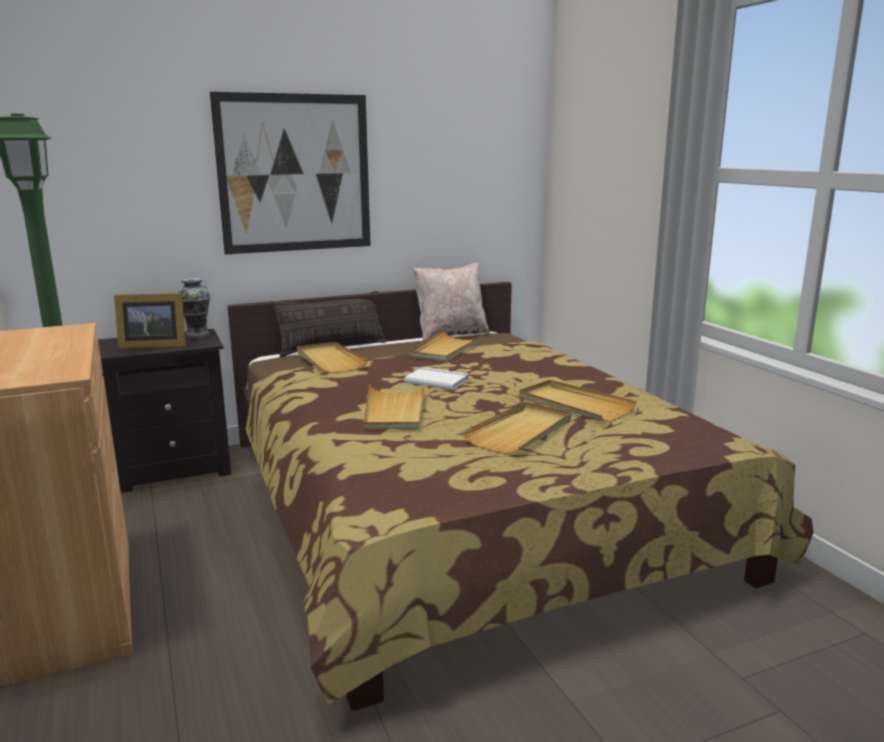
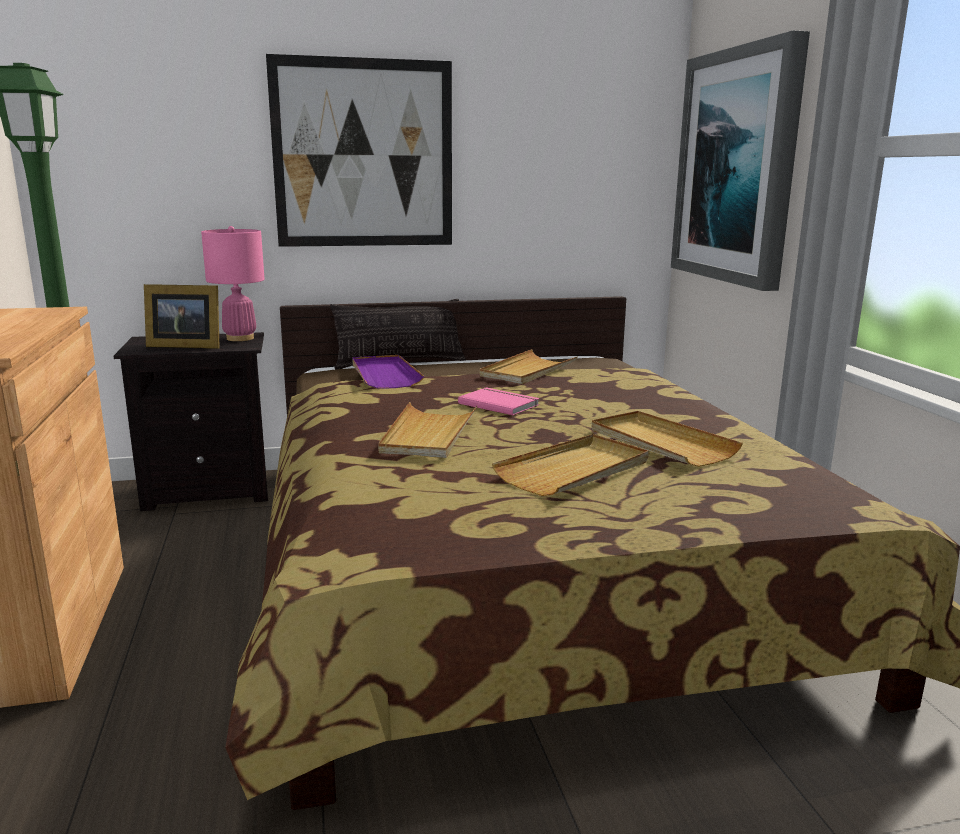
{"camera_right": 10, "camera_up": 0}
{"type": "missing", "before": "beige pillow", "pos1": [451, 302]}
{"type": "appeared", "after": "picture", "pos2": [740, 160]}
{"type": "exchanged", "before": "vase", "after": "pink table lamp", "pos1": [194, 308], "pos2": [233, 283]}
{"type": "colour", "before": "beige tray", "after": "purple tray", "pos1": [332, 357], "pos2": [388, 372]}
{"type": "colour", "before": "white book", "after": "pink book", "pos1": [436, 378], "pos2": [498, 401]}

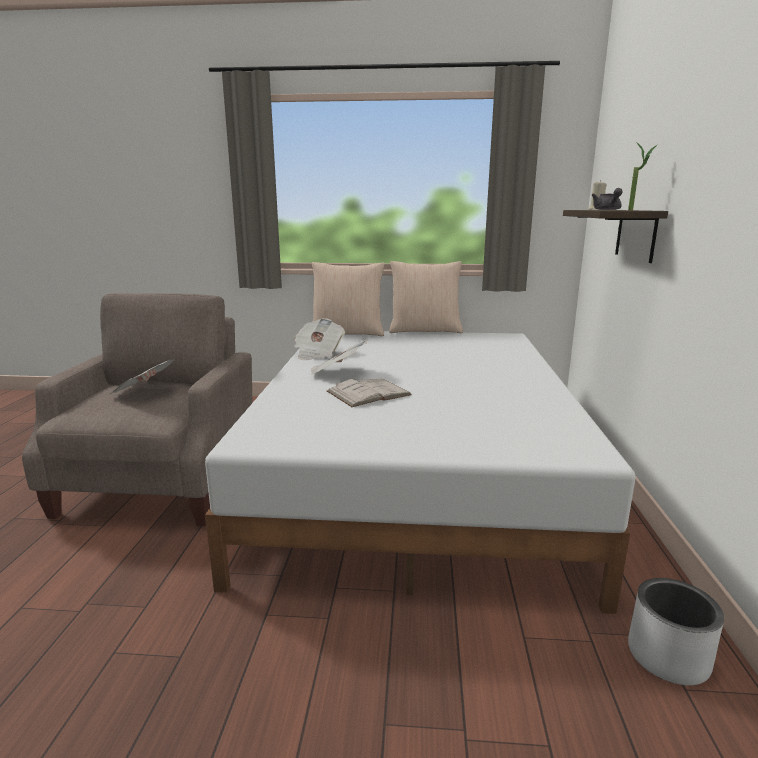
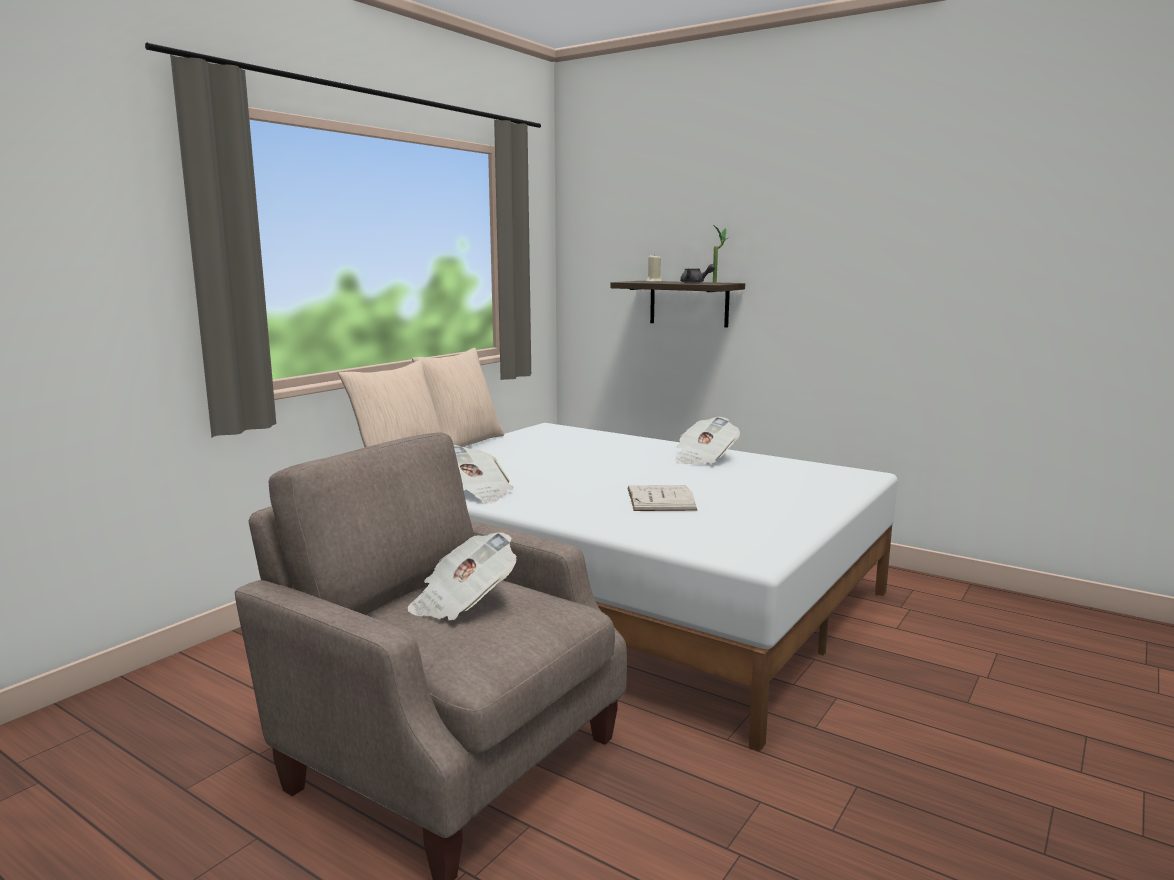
{"camera_right": -60, "camera_up": -5}
{"type": "missing", "before": "grey planter", "pos1": [676, 631]}
{"type": "relocated", "before": "newspaper", "pos1": [339, 357], "pos2": [708, 440]}

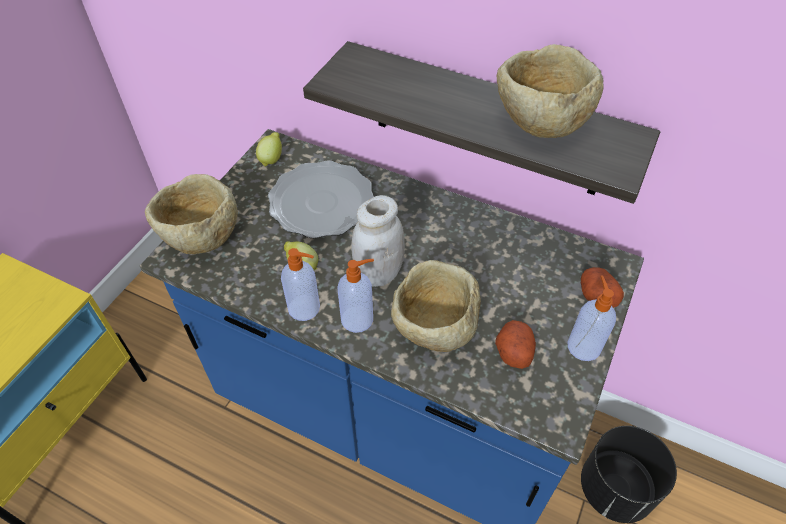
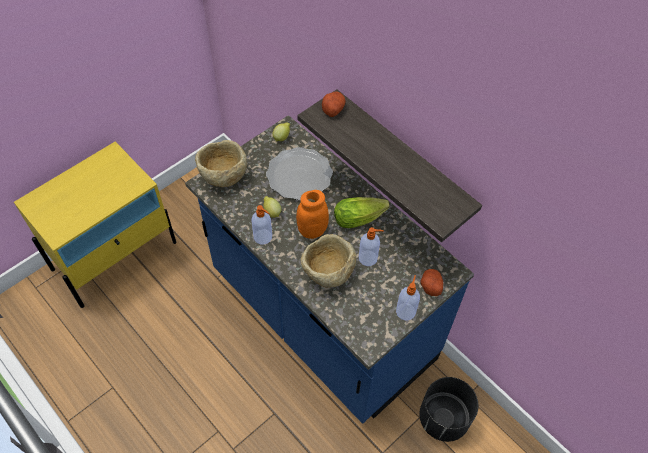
{"camera_right": 20, "camera_up": 5}
{"type": "missing", "before": "beige bowl", "pos1": [550, 91]}
{"type": "appeared", "after": "lettuce", "pos2": [361, 212]}
{"type": "relocated", "before": "soap dispenser", "pos1": [356, 296], "pos2": [371, 246]}
{"type": "relocated", "before": "potato", "pos1": [515, 344], "pos2": [334, 104]}
{"type": "colour", "before": "white jar", "after": "orange jar", "pos1": [378, 241], "pos2": [312, 214]}

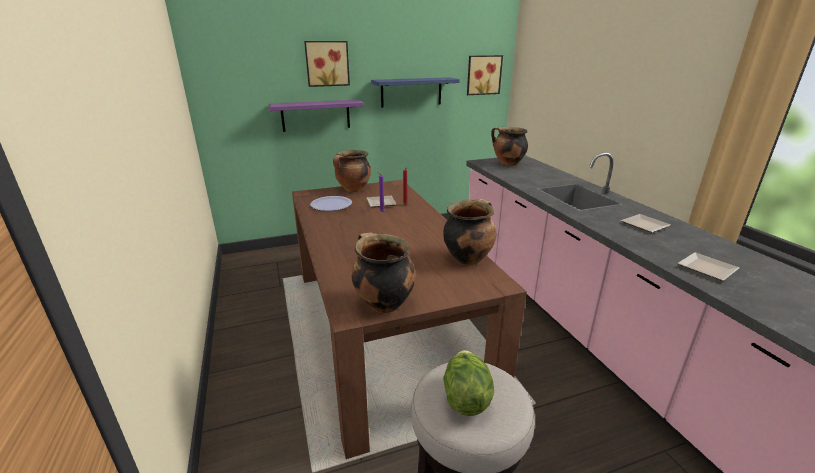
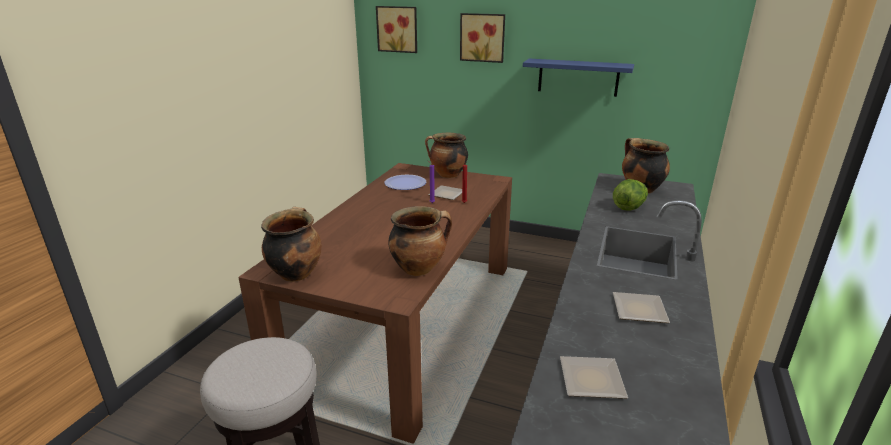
{"camera_right": 40, "camera_up": 0}
{"type": "missing", "before": "purple shelf", "pos1": [316, 116]}
{"type": "relocated", "before": "lettuce", "pos1": [468, 383], "pos2": [630, 195]}
{"type": "relocated", "before": "picture", "pos1": [485, 75], "pos2": [396, 29]}

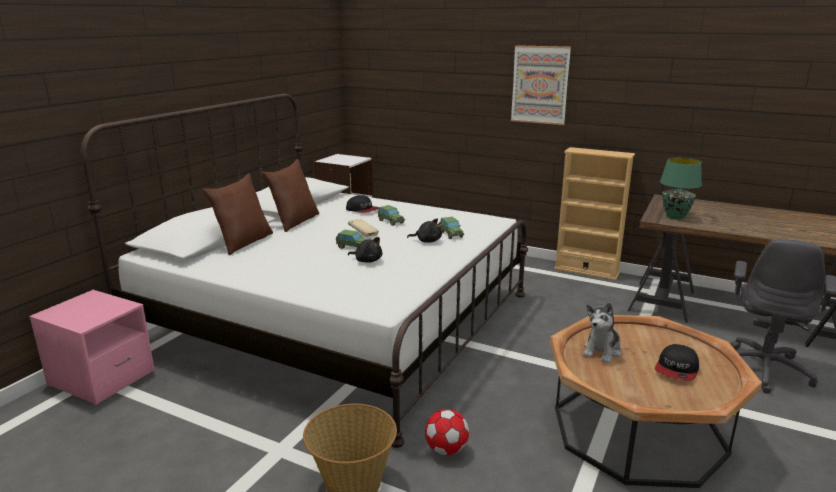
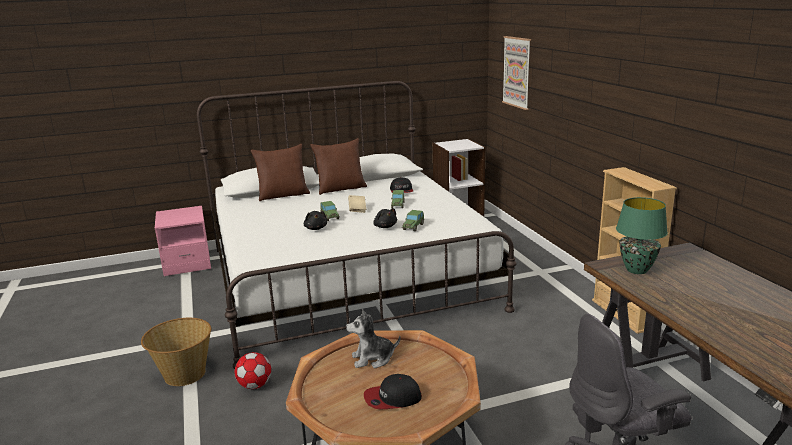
{"camera_right": 45, "camera_up": 0}
{"type": "relocated", "before": "picture", "pos1": [541, 85], "pos2": [516, 73]}

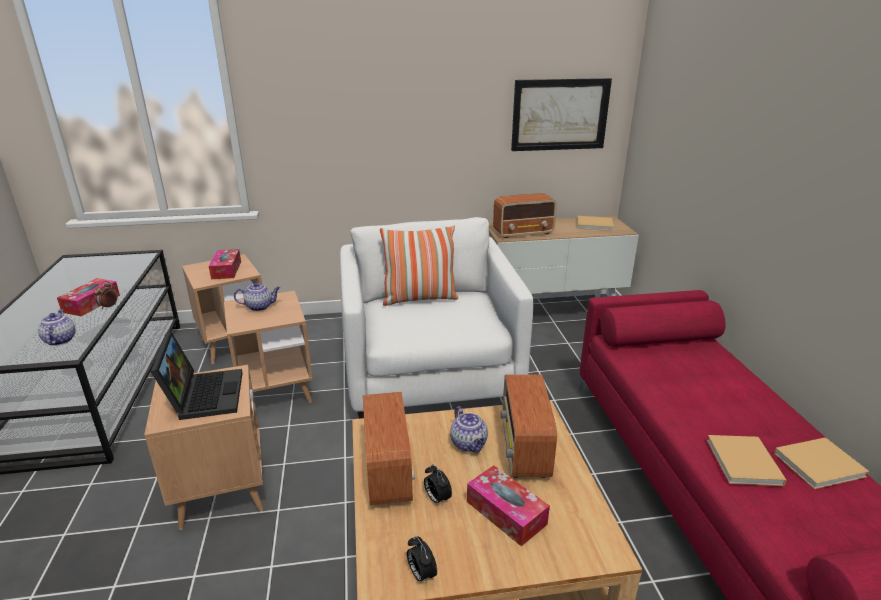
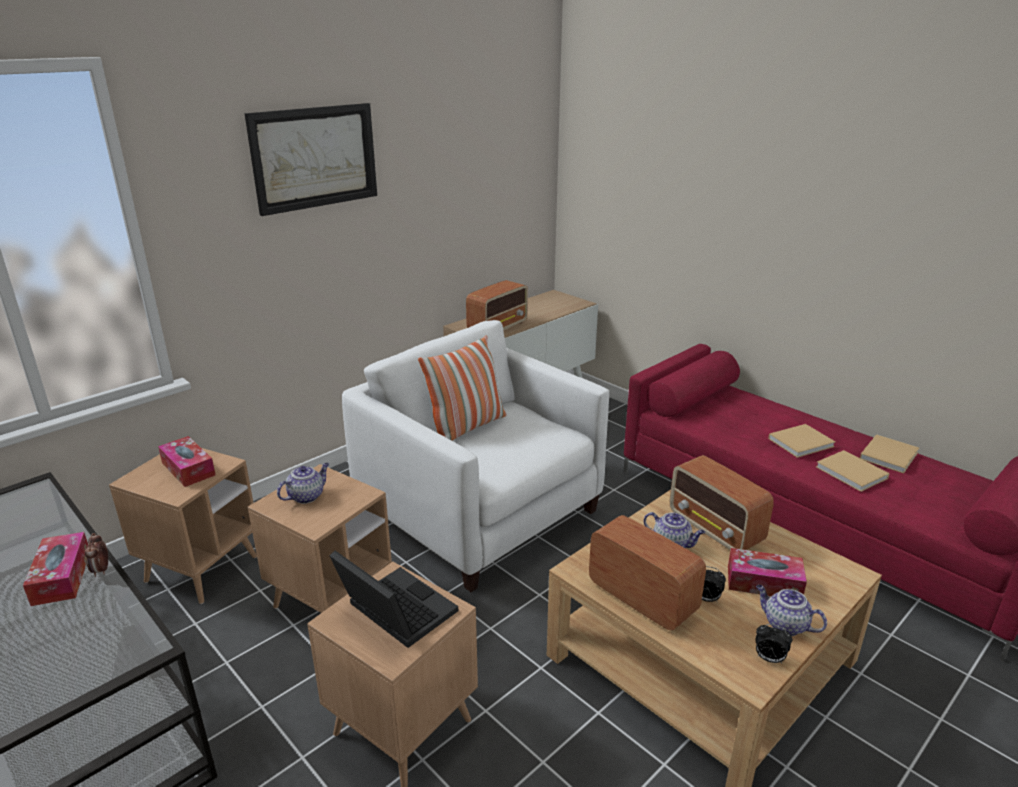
{"camera_right": -35, "camera_up": 0}
{"type": "relocated", "before": "teapot", "pos1": [57, 327], "pos2": [791, 610]}
{"type": "relocated", "before": "picture", "pos1": [561, 114], "pos2": [311, 159]}
{"type": "relocated", "before": "beige book", "pos1": [595, 223], "pos2": [801, 441]}

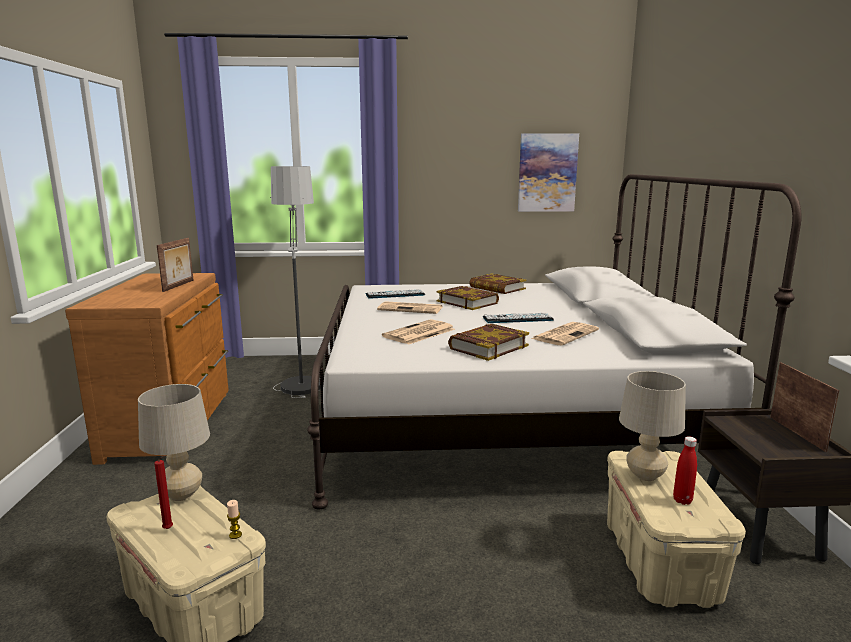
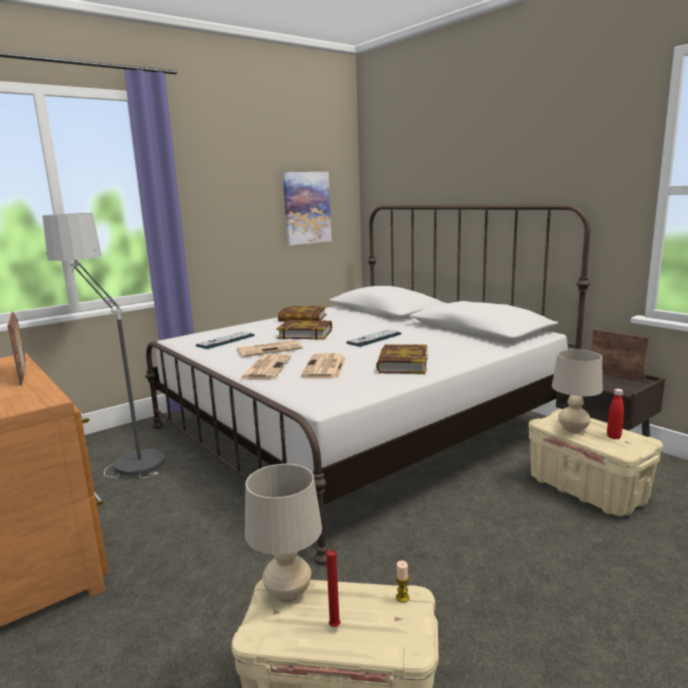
{"camera_right": -35, "camera_up": 0}
{"type": "relocated", "before": "newspaper", "pos1": [565, 333], "pos2": [265, 367]}

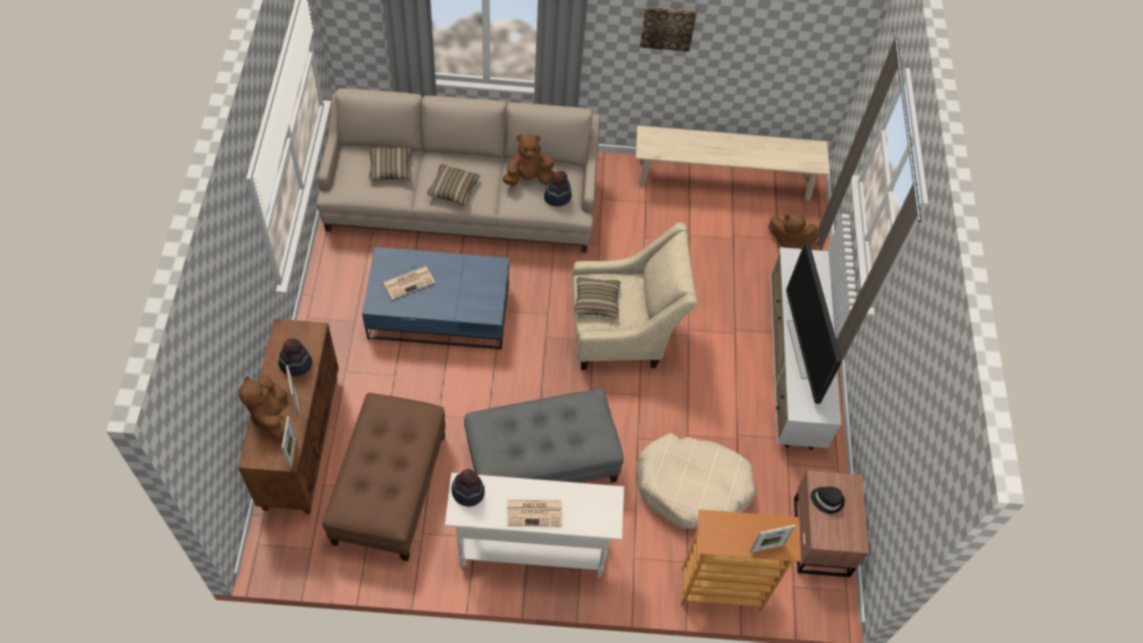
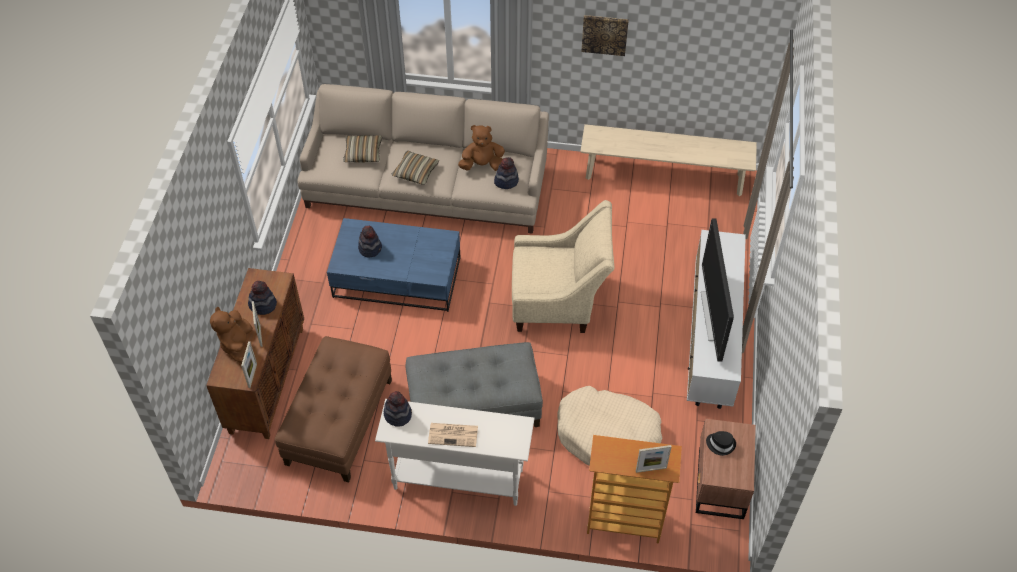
{"camera_right": 10, "camera_up": -5}
{"type": "missing", "before": "pillow", "pos1": [597, 297]}
{"type": "missing", "before": "brown plush toy", "pos1": [794, 230]}
{"type": "exchanged", "before": "newspaper", "after": "hat", "pos1": [409, 283], "pos2": [370, 242]}

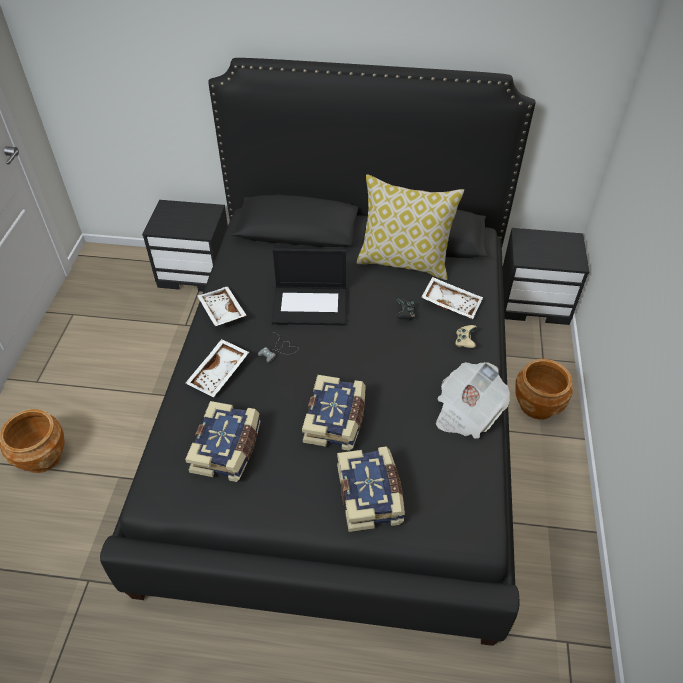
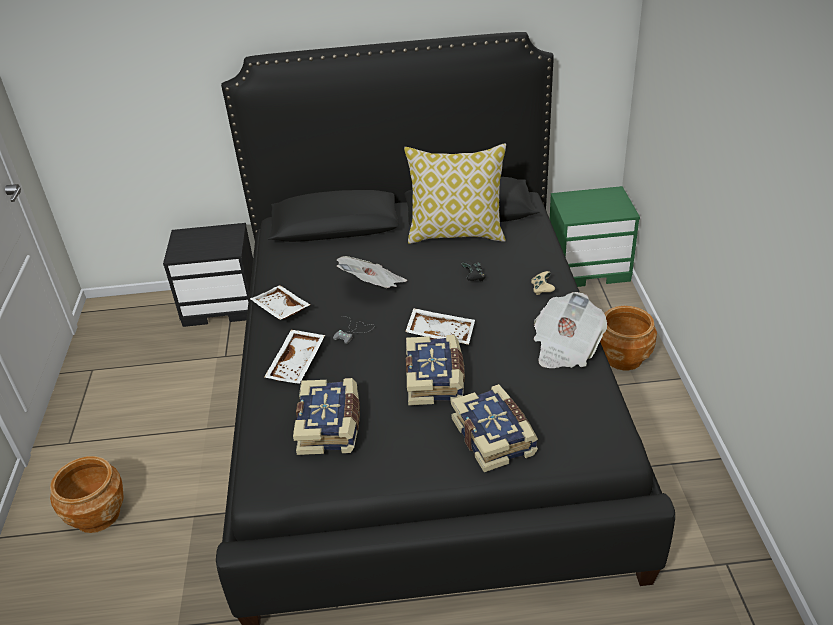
{"camera_right": -10, "camera_up": -10}
{"type": "relocated", "before": "white tray", "pos1": [452, 298], "pos2": [440, 326]}
{"type": "exchanged", "before": "laptop", "after": "newspaper", "pos1": [308, 286], "pos2": [372, 272]}
{"type": "colour", "before": "black nightstand", "after": "green nightstand", "pos1": [546, 276], "pos2": [595, 236]}

